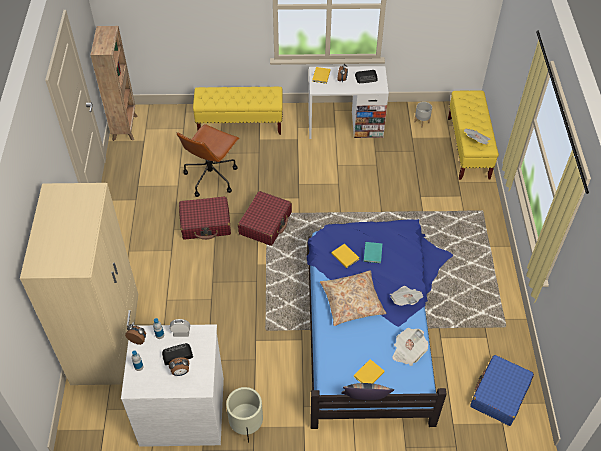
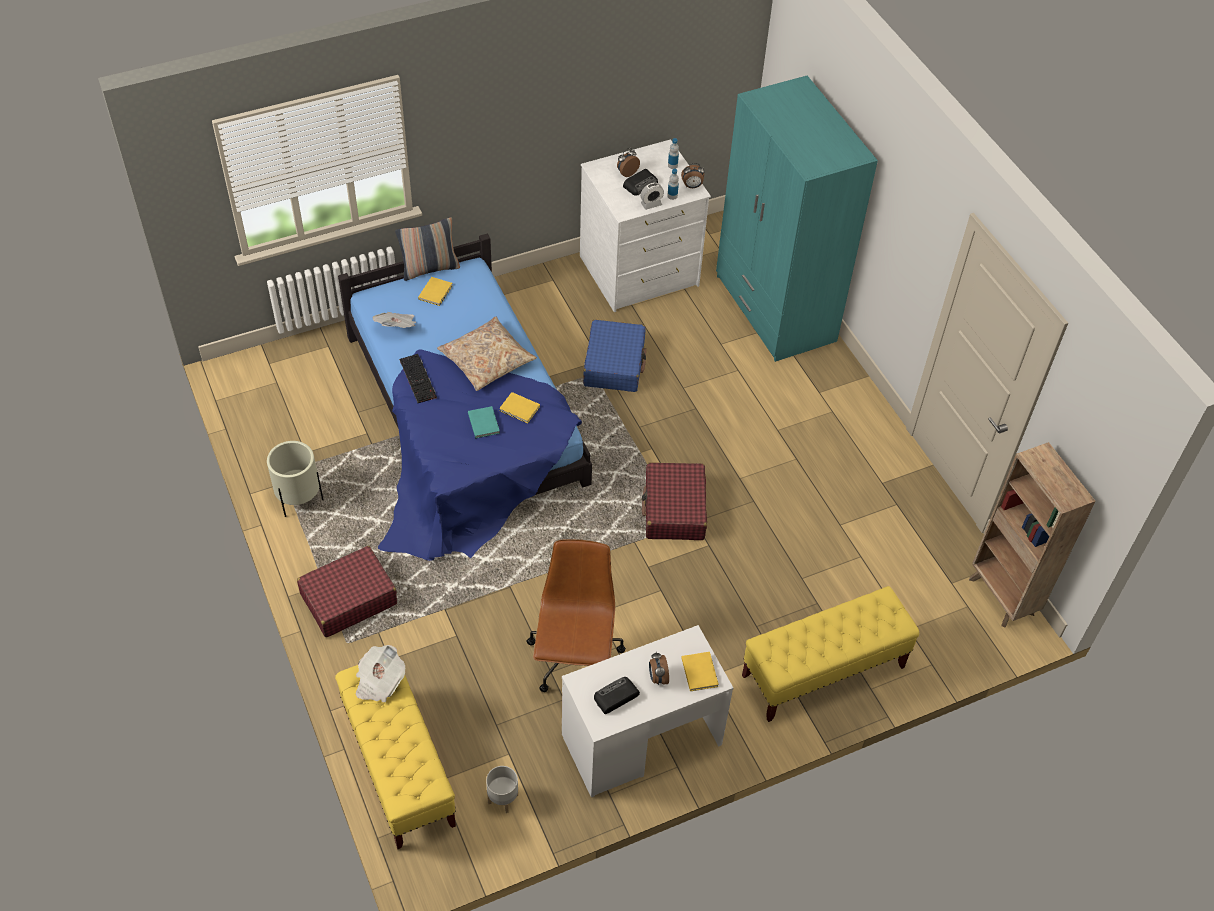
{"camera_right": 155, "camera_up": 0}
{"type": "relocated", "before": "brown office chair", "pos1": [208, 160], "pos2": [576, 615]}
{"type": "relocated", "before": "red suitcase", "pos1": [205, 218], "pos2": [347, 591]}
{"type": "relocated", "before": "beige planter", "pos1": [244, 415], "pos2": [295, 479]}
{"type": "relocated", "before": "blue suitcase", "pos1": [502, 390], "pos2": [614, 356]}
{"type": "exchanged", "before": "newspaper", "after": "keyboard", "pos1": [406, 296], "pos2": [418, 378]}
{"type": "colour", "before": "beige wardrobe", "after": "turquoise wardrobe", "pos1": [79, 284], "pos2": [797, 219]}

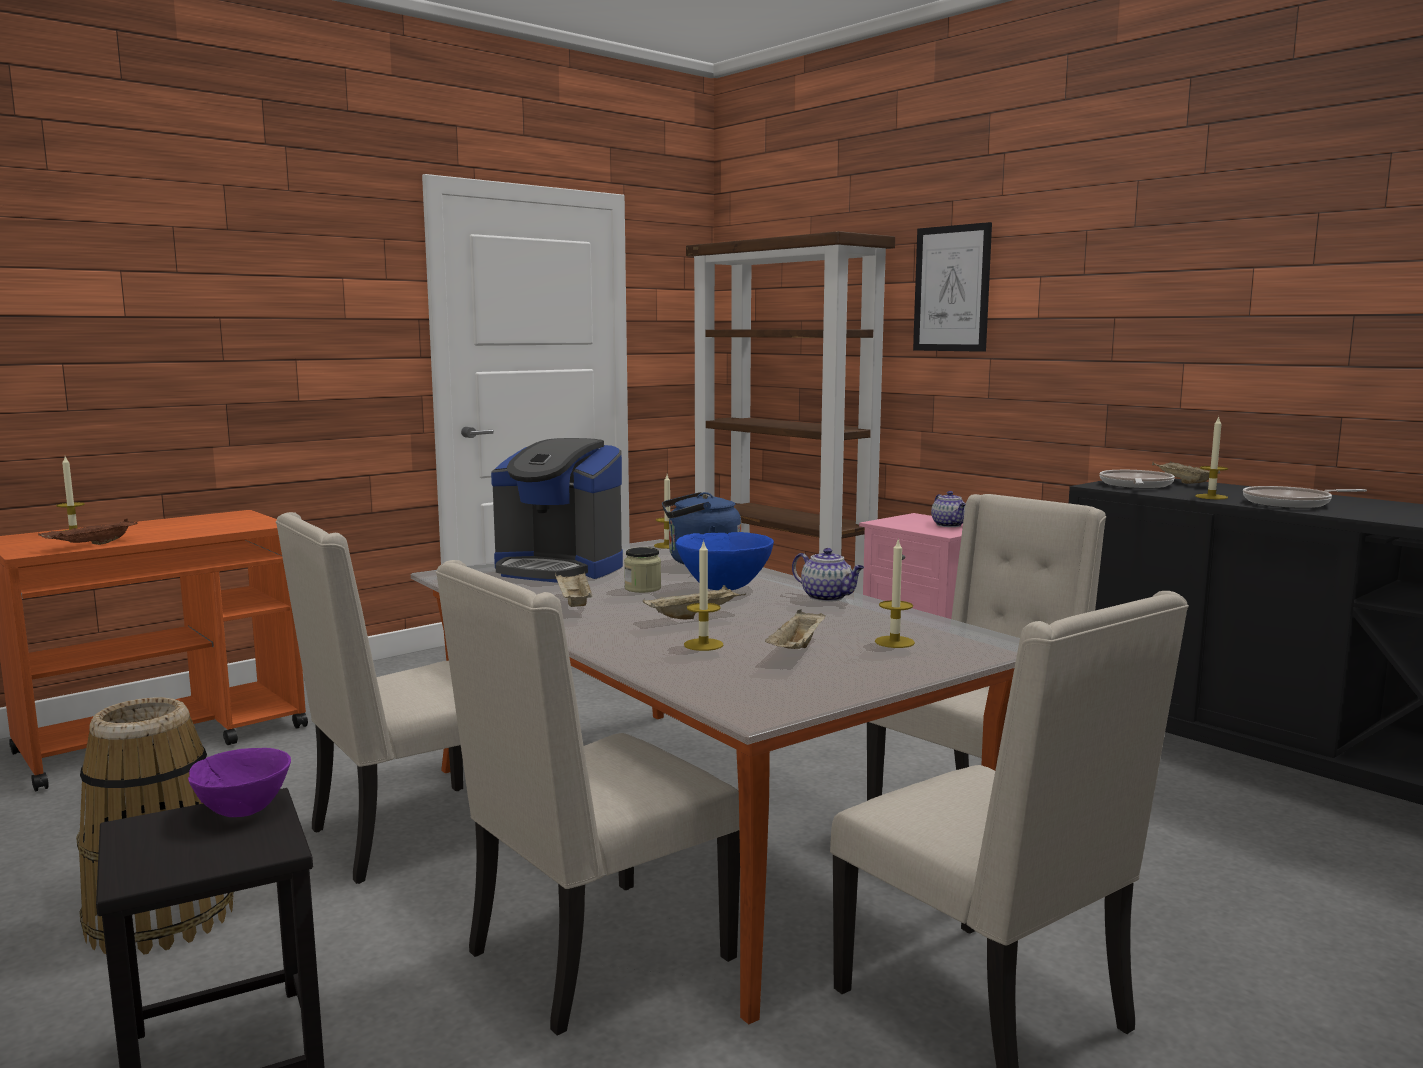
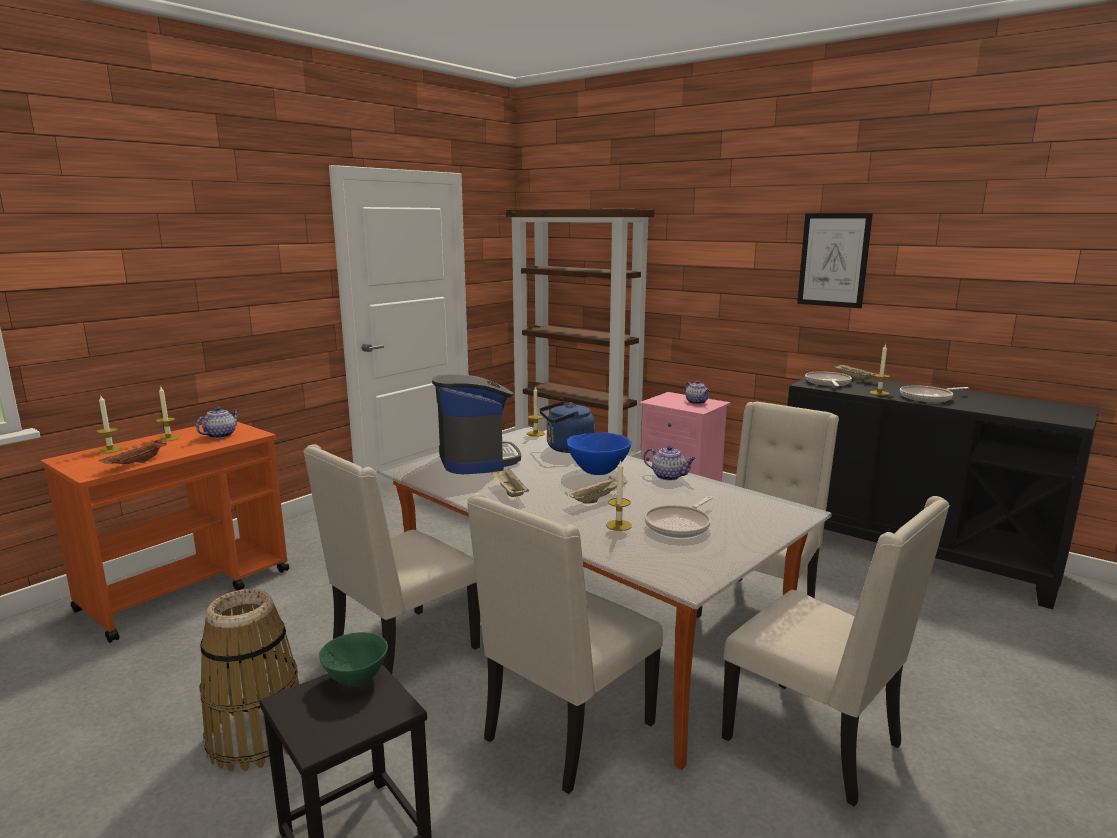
{"camera_right": -10, "camera_up": 5}
{"type": "missing", "before": "jar", "pos1": [642, 570]}
{"type": "appeared", "after": "teapot", "pos2": [217, 423]}
{"type": "relocated", "before": "candle", "pos1": [895, 593], "pos2": [168, 414]}
{"type": "relocated", "before": "picture", "pos1": [952, 287], "pos2": [835, 260]}
{"type": "exchanged", "before": "beige tray", "after": "frying pan", "pos1": [795, 629], "pos2": [678, 517]}
{"type": "colour", "before": "purple bowl", "after": "green bowl", "pos1": [239, 782], "pos2": [353, 659]}
{"type": "spun", "before": "coffee machine", "pos1": [557, 510], "pos2": [476, 424], "turn": -120}

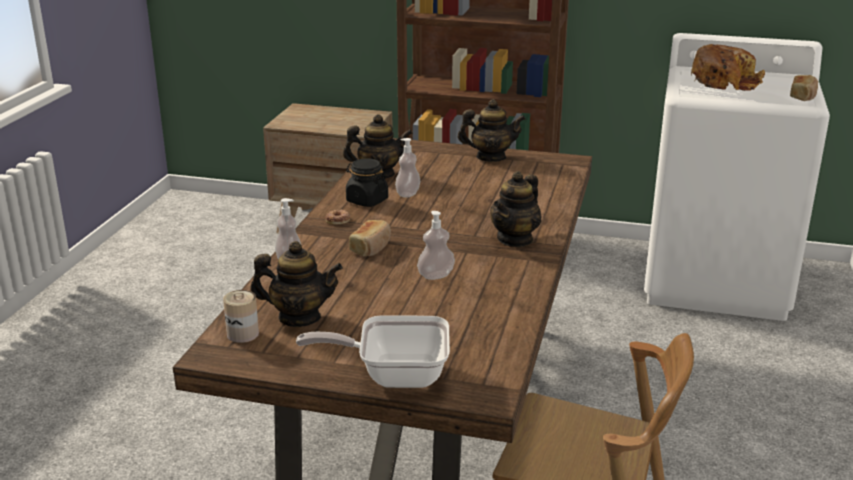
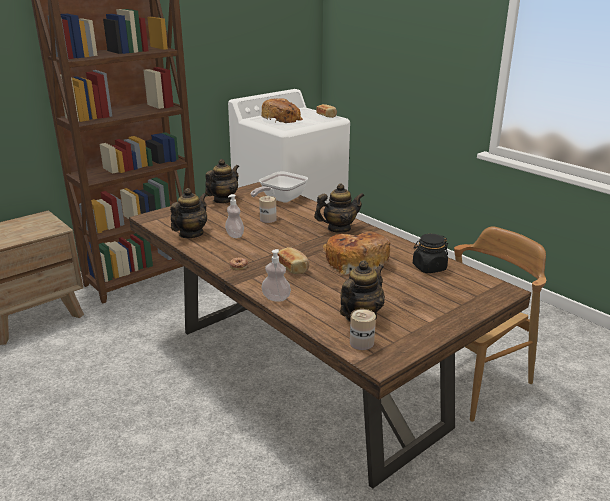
{"camera_right": -55, "camera_up": 0}
{"type": "appeared", "after": "can", "pos2": [268, 209]}
{"type": "relocated", "before": "frying pan", "pos1": [373, 351], "pos2": [279, 187]}
{"type": "relocated", "before": "black jar", "pos1": [367, 182], "pos2": [430, 253]}
{"type": "exchanged", "before": "soap dispenser", "after": "bread", "pos1": [436, 245], "pos2": [356, 253]}
{"type": "spun", "before": "teapot", "pos1": [516, 209], "pos2": [339, 208], "turn": -90}

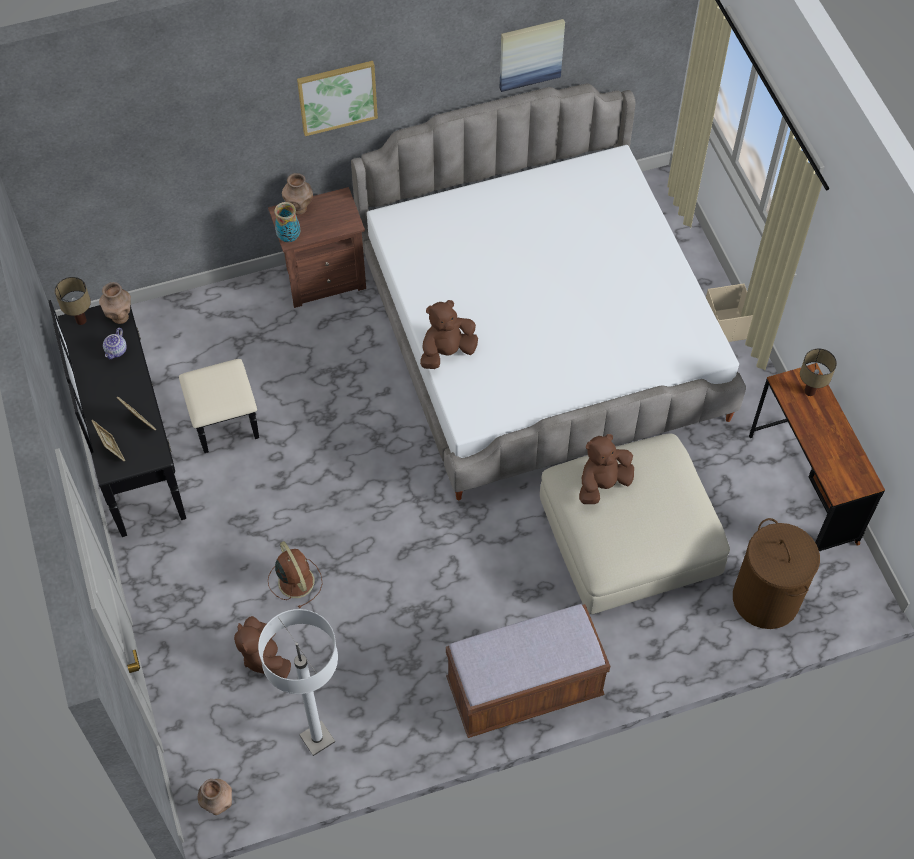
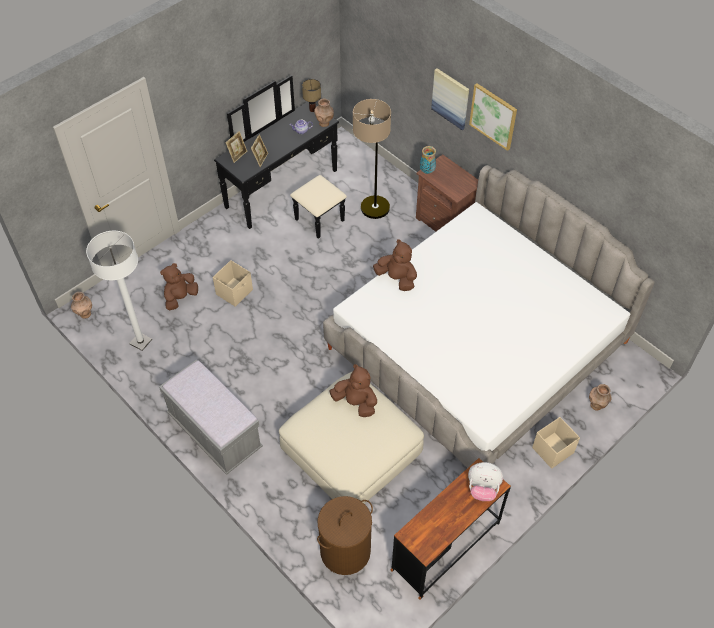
{"camera_right": 65, "camera_up": -5}
{"type": "appeared", "after": "floor lamp", "pos2": [372, 159]}
{"type": "relocated", "before": "brown vase", "pos1": [297, 194], "pos2": [600, 397]}
{"type": "relocated", "before": "picture", "pos1": [532, 55], "pos2": [450, 99]}
{"type": "exchanged", "before": "brown fan", "after": "beige storage box", "pos1": [295, 574], "pos2": [233, 283]}
{"type": "exchanged", "before": "table lamp", "after": "plush toy", "pos1": [818, 372], "pos2": [485, 481]}
{"type": "colour", "before": "brown bench", "after": "grey bench", "pos1": [528, 671], "pos2": [211, 417]}

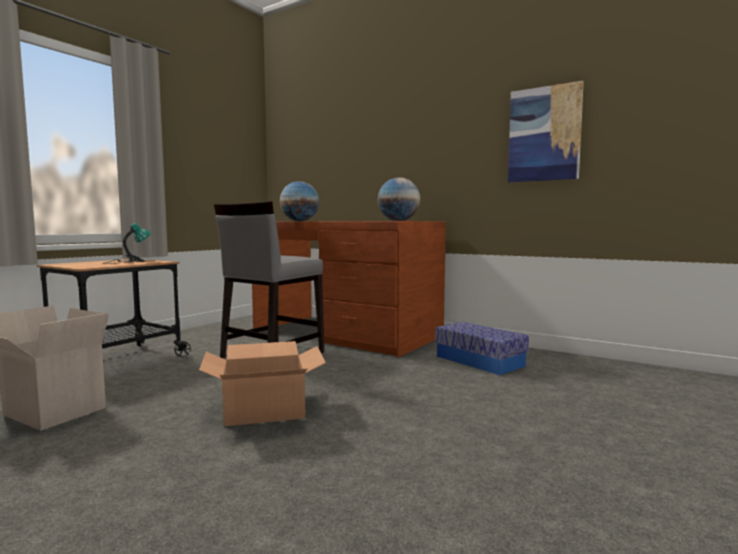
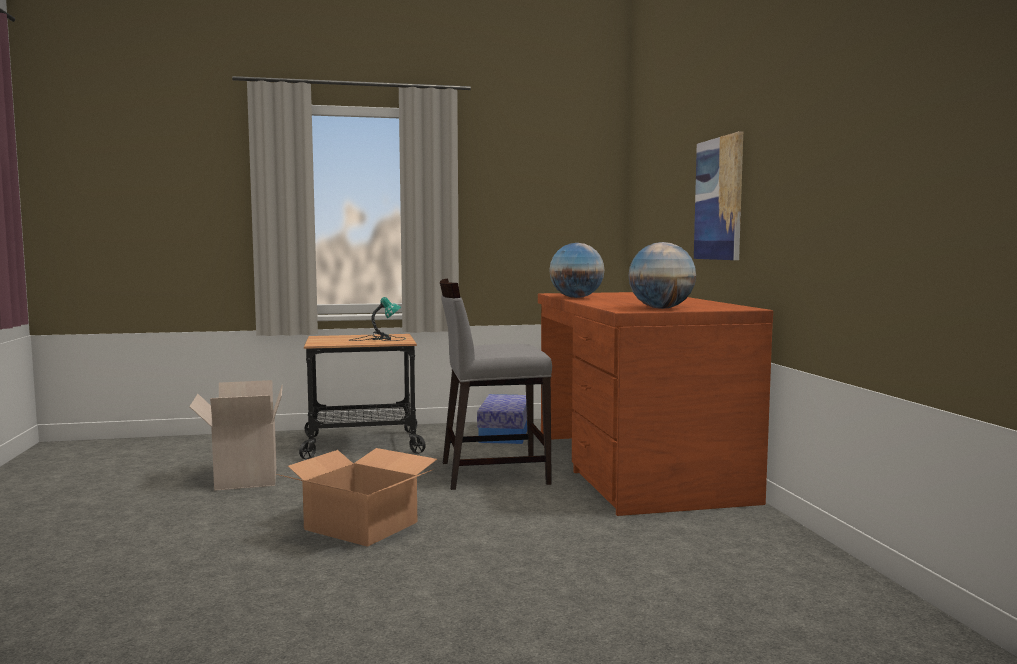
{"camera_right": 45, "camera_up": 0}
{"type": "relocated", "before": "storage box", "pos1": [482, 348], "pos2": [502, 419]}
{"type": "relocated", "before": "picture", "pos1": [546, 131], "pos2": [718, 195]}

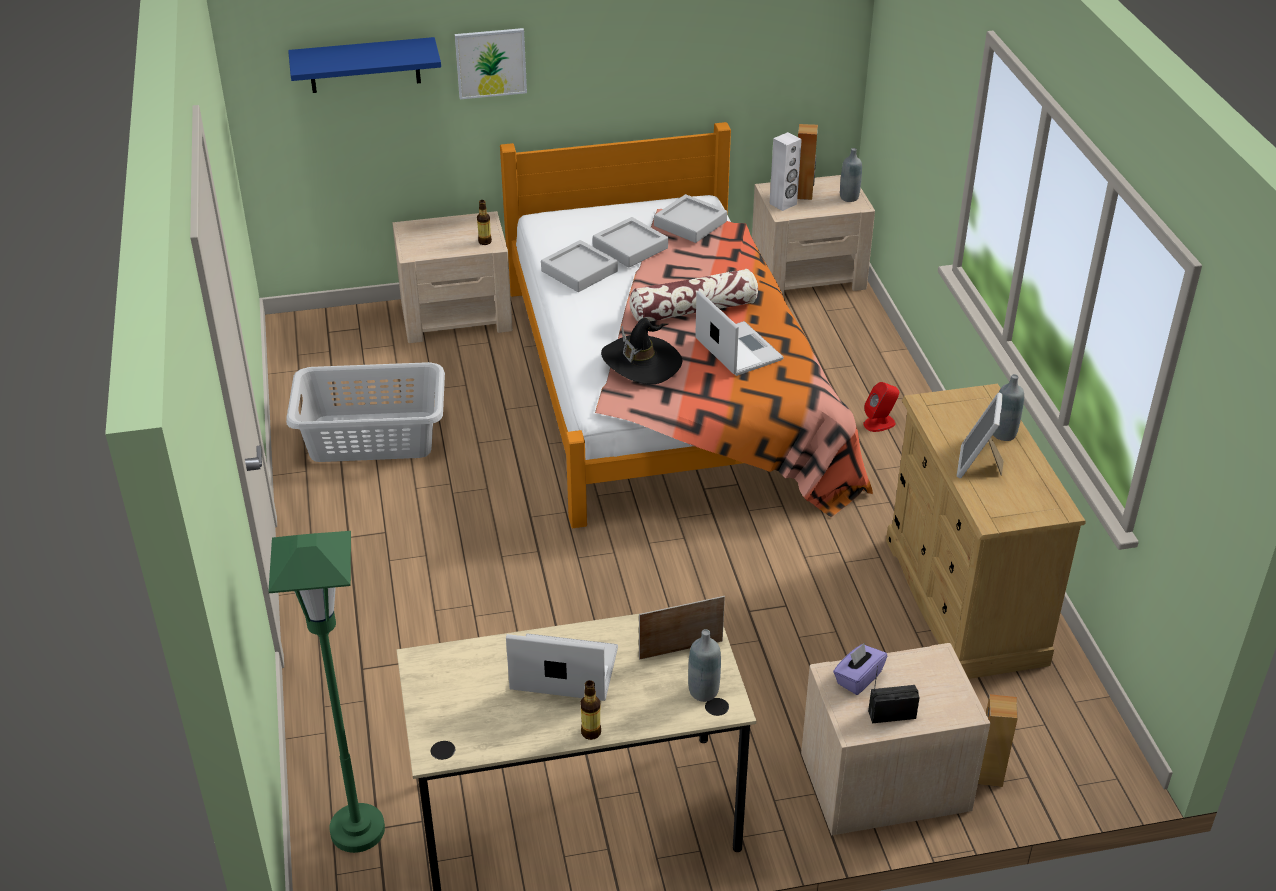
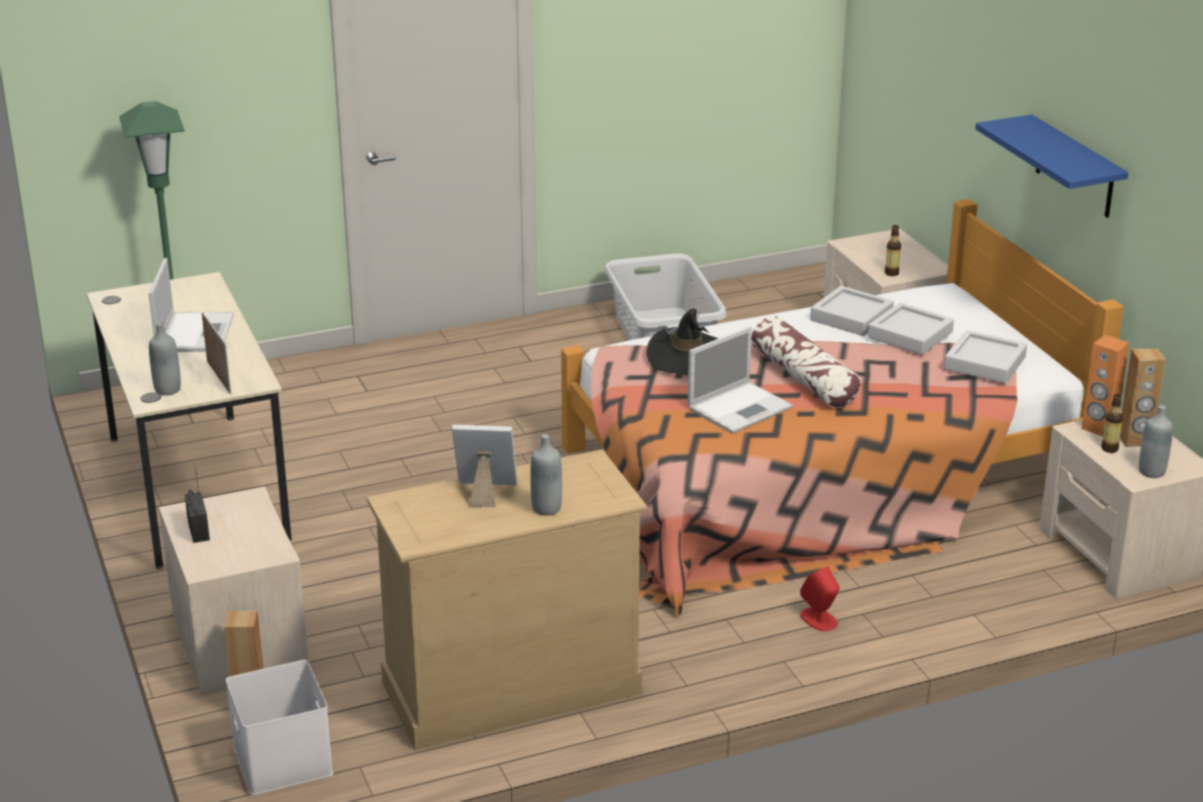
{"camera_right": 80, "camera_up": -10}
{"type": "missing", "before": "picture", "pos1": [491, 63]}
{"type": "missing", "before": "purple tissue box", "pos1": [860, 669]}
{"type": "appeared", "after": "white storage box", "pos2": [279, 727]}
{"type": "relocated", "before": "blue shelf", "pos1": [364, 65], "pos2": [1051, 166]}
{"type": "relocated", "before": "bottle", "pos1": [590, 710], "pos2": [1112, 423]}
{"type": "colour", "before": "white speaker", "after": "orange speaker", "pos1": [786, 171], "pos2": [1105, 385]}

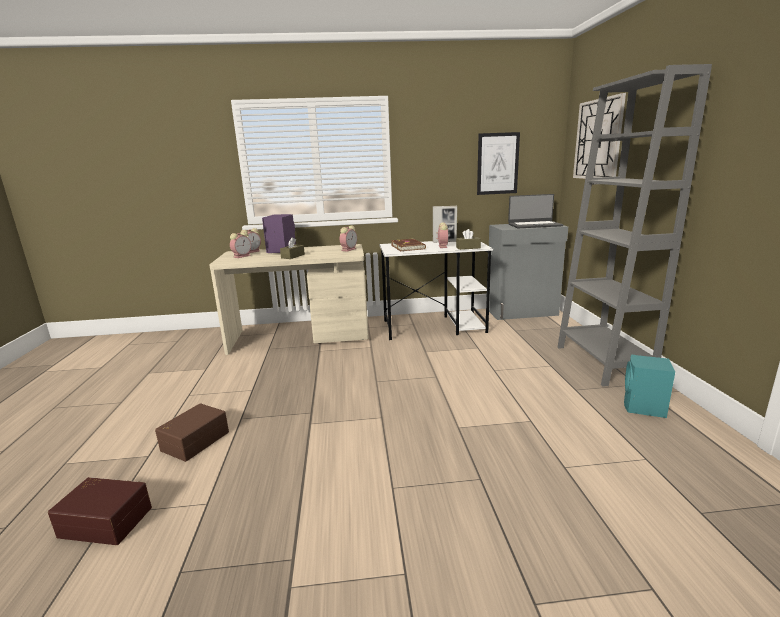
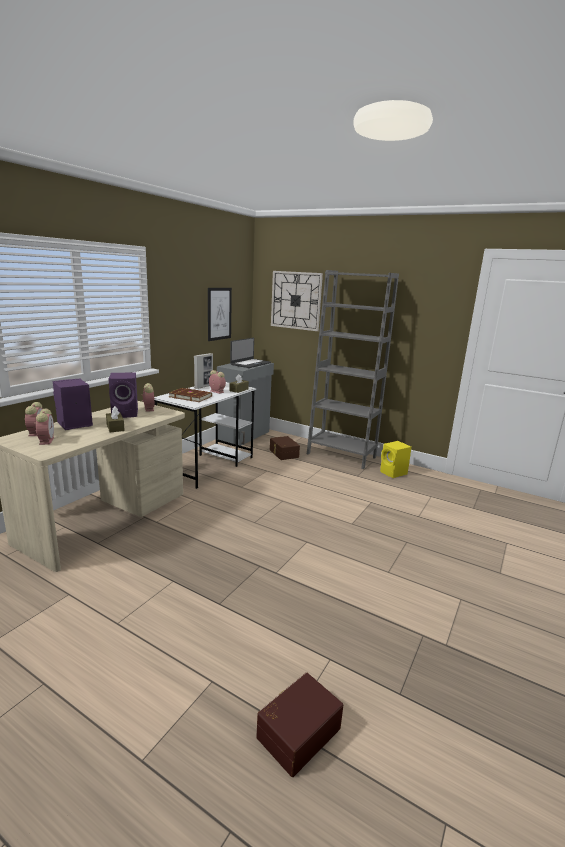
{"camera_right": -55, "camera_up": 0}
{"type": "appeared", "after": "purple speaker", "pos2": [123, 395]}
{"type": "relocated", "before": "brown storage box", "pos1": [192, 432], "pos2": [285, 448]}
{"type": "colour", "before": "turquoise speaker", "after": "yellow speaker", "pos1": [649, 386], "pos2": [396, 459]}

